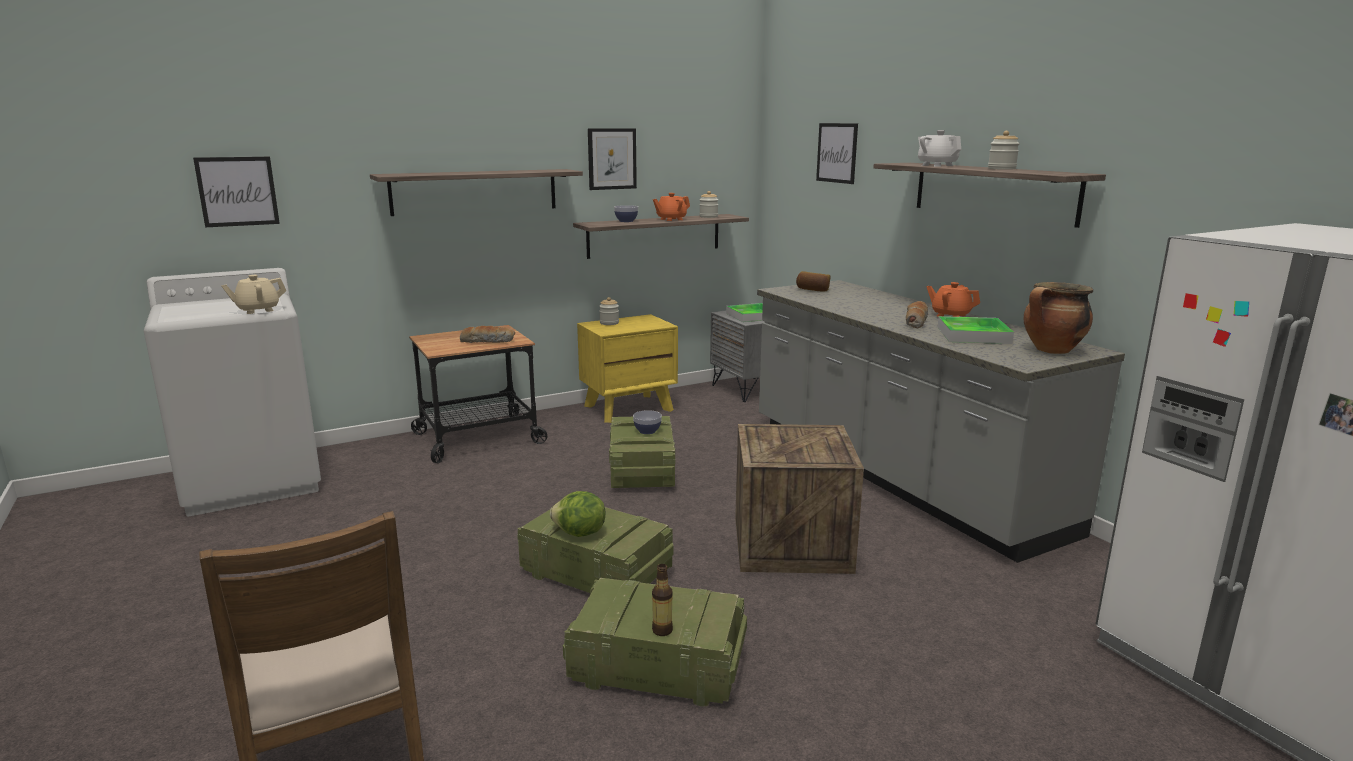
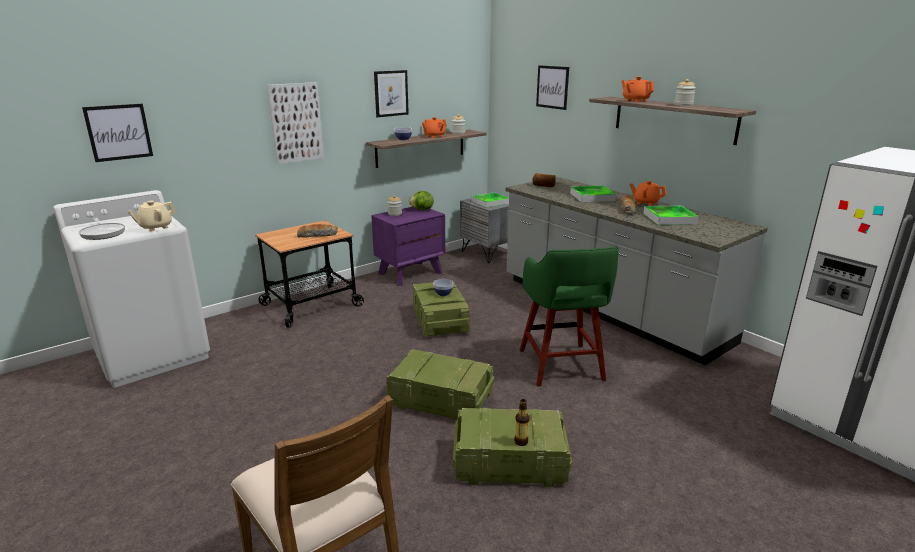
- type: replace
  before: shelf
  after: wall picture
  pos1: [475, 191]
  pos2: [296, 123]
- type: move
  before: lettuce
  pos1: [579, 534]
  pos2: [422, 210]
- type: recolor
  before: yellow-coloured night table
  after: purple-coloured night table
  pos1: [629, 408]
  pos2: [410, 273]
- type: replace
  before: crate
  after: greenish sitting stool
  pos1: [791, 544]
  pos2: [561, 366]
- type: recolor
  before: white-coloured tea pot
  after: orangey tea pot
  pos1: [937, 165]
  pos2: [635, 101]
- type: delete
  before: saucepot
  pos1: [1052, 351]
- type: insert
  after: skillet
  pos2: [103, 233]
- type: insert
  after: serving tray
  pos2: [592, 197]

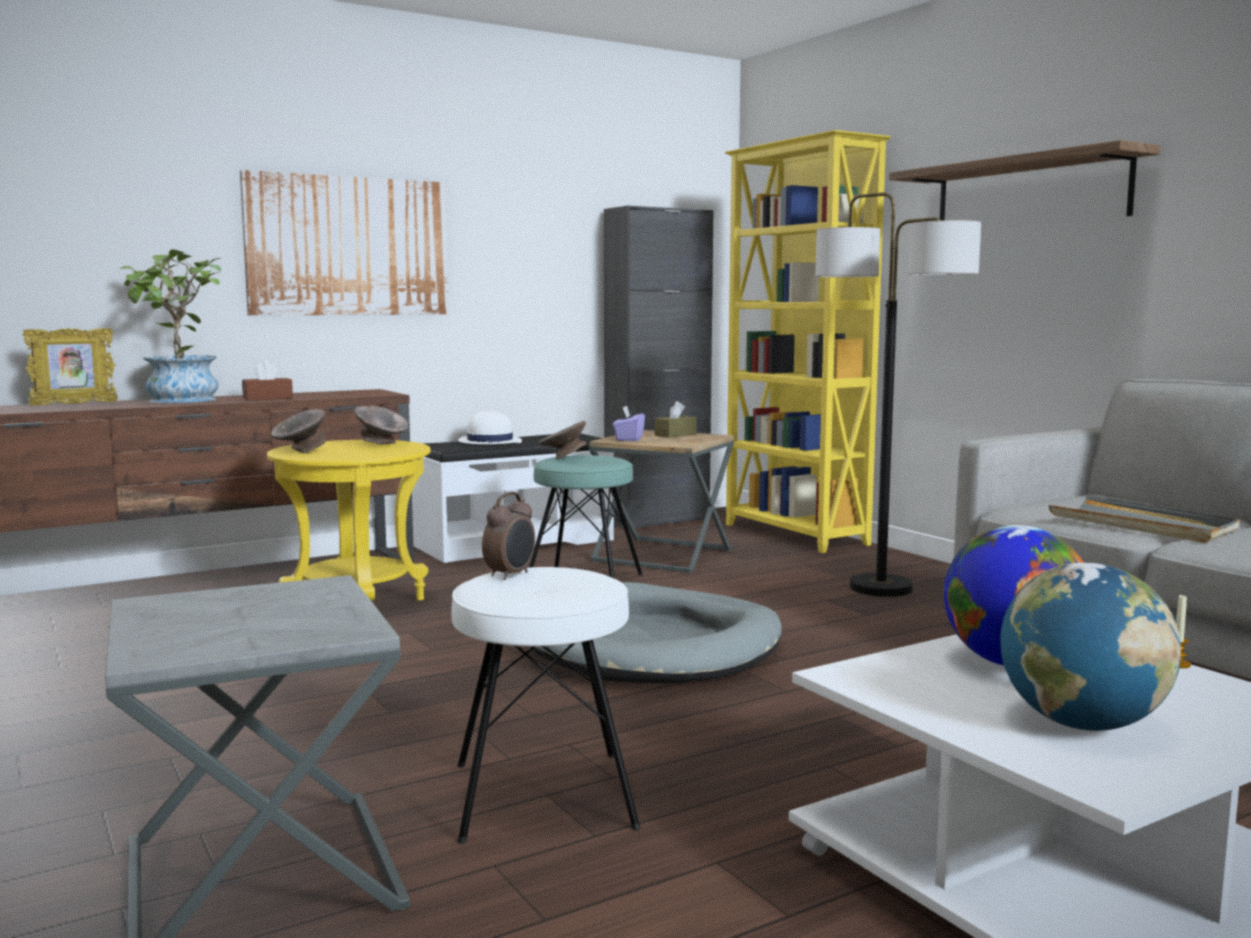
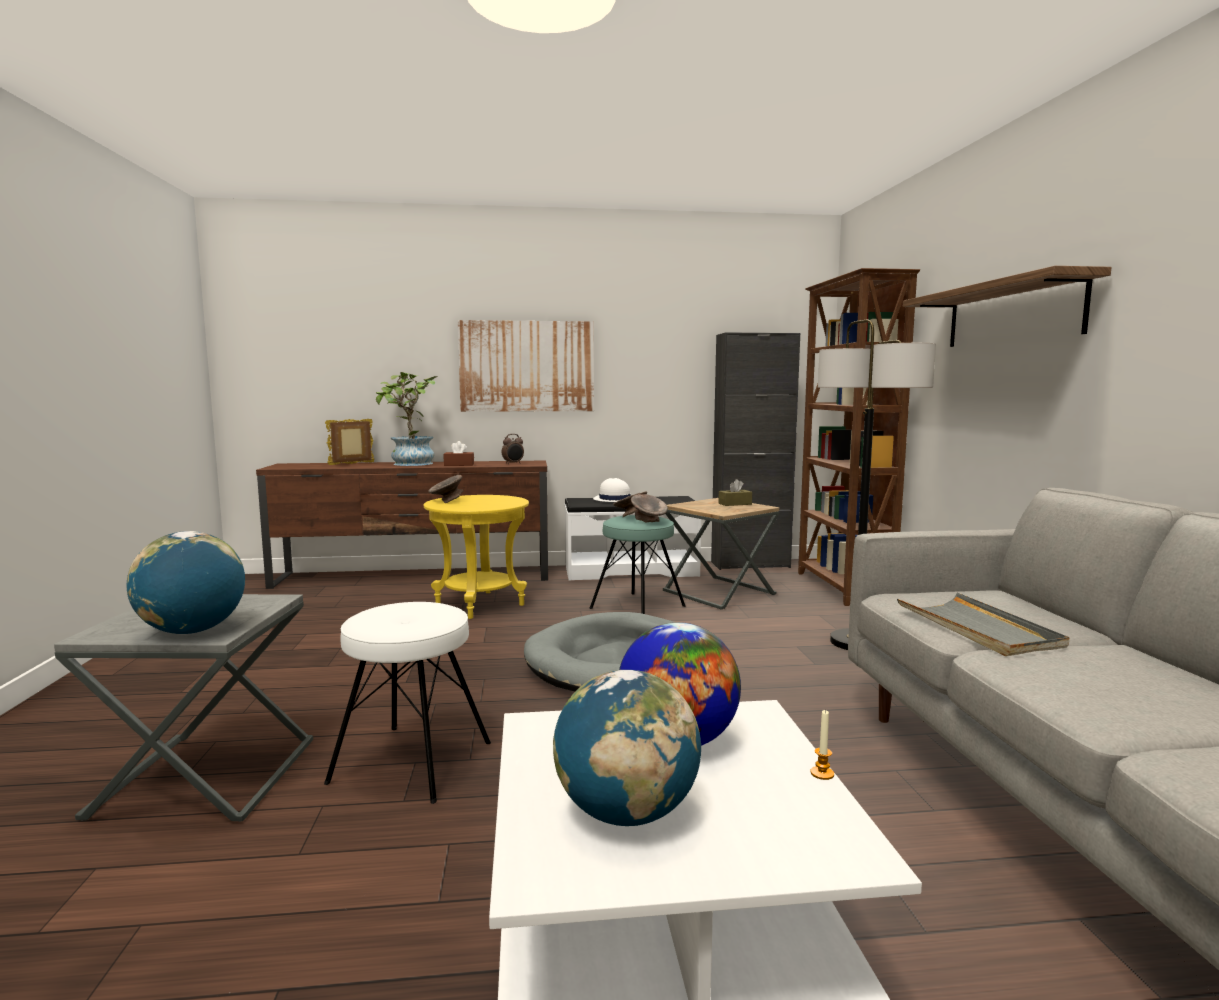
- type: rotate
  before: standing frame
  pos1: [74, 404]
  pos2: [352, 464]
  turn: 150
- type: move
  before: gray bowl
  pos1: [382, 445]
  pos2: [649, 522]
- type: move
  before: table clock
  pos1: [511, 575]
  pos2: [513, 463]
- type: delete
  before: purple-coloured box of tissues
  pos1: [628, 439]
- type: recolor
  before: yellow-coloured bookcase
  after: brown-coloured bookcase
  pos1: [795, 535]
  pos2: [842, 588]
- type: insert
  after: world globe
  pos2: [192, 631]

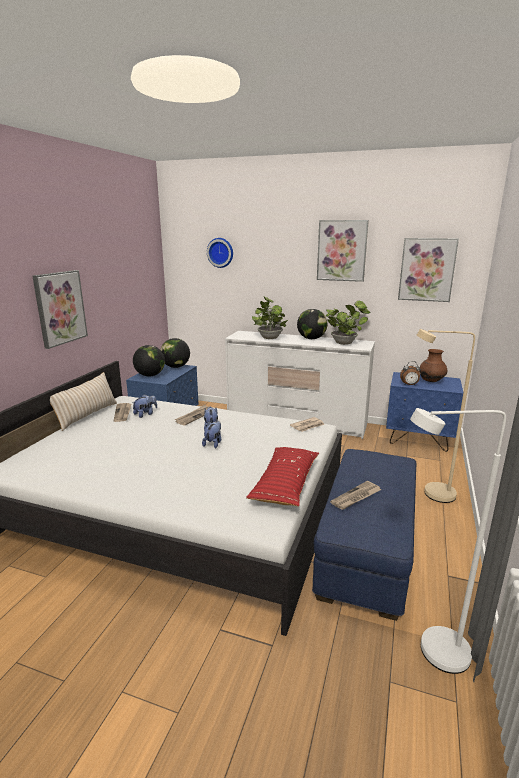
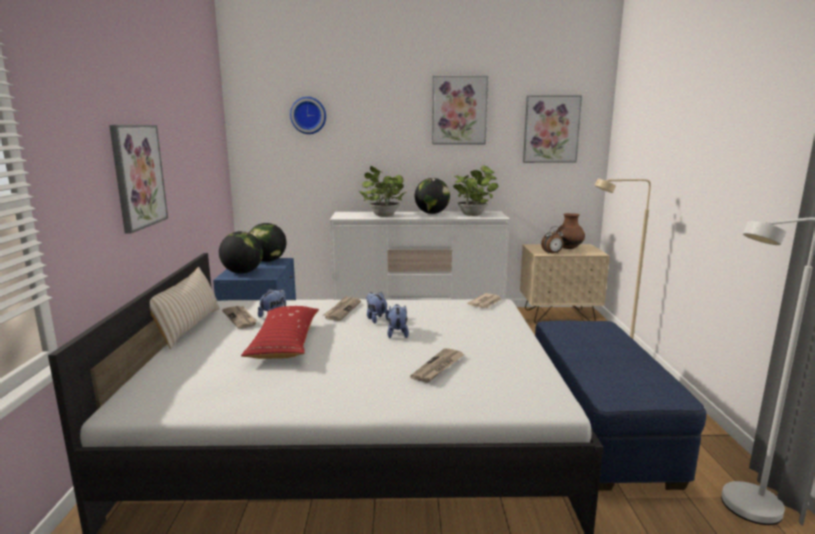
- type: move
  before: red throw pillow
  pos1: [285, 484]
  pos2: [285, 343]
- type: move
  before: printed paper
  pos1: [356, 497]
  pos2: [438, 367]
- type: recolor
  before: blue-coloured night table
  after: beige night table
  pos1: [418, 440]
  pos2: [559, 316]

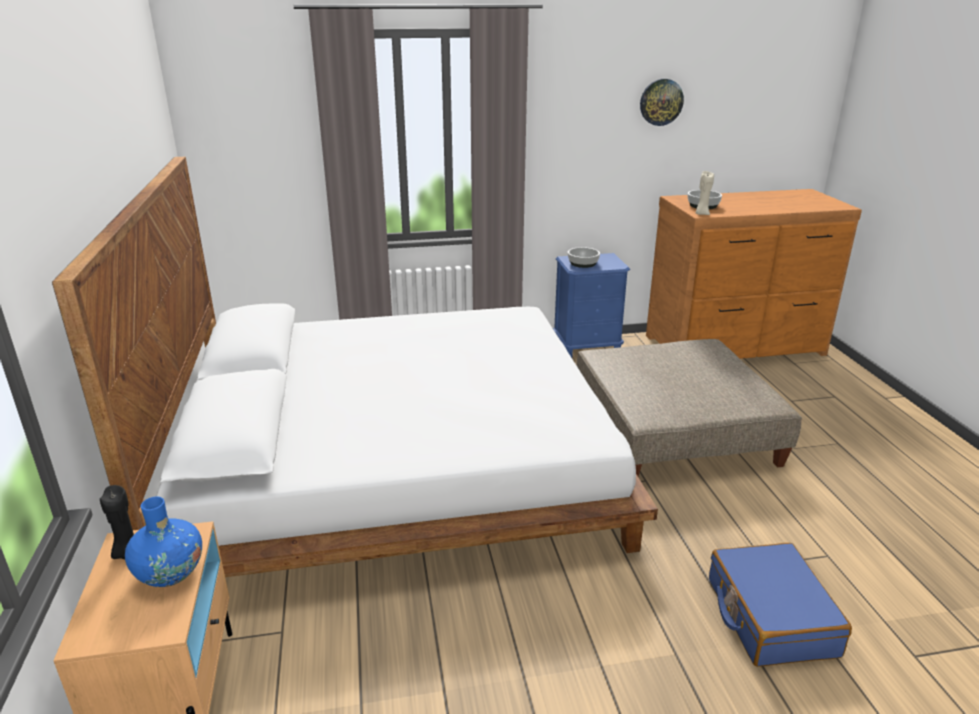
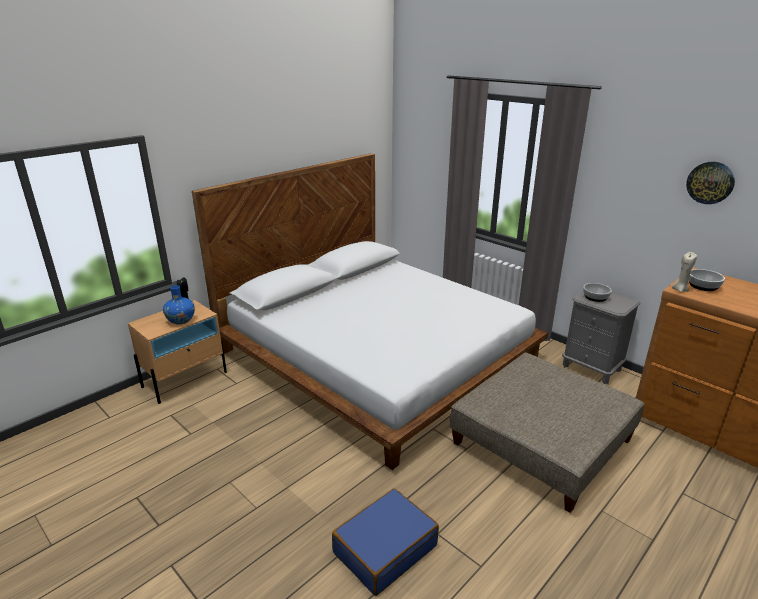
- type: recolor
  before: blue-coloured night table
  after: gray night table
  pos1: [587, 349]
  pos2: [591, 368]

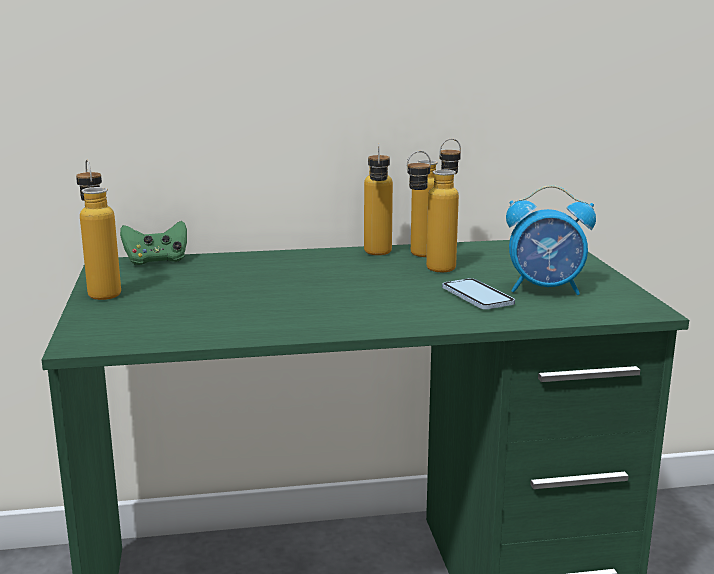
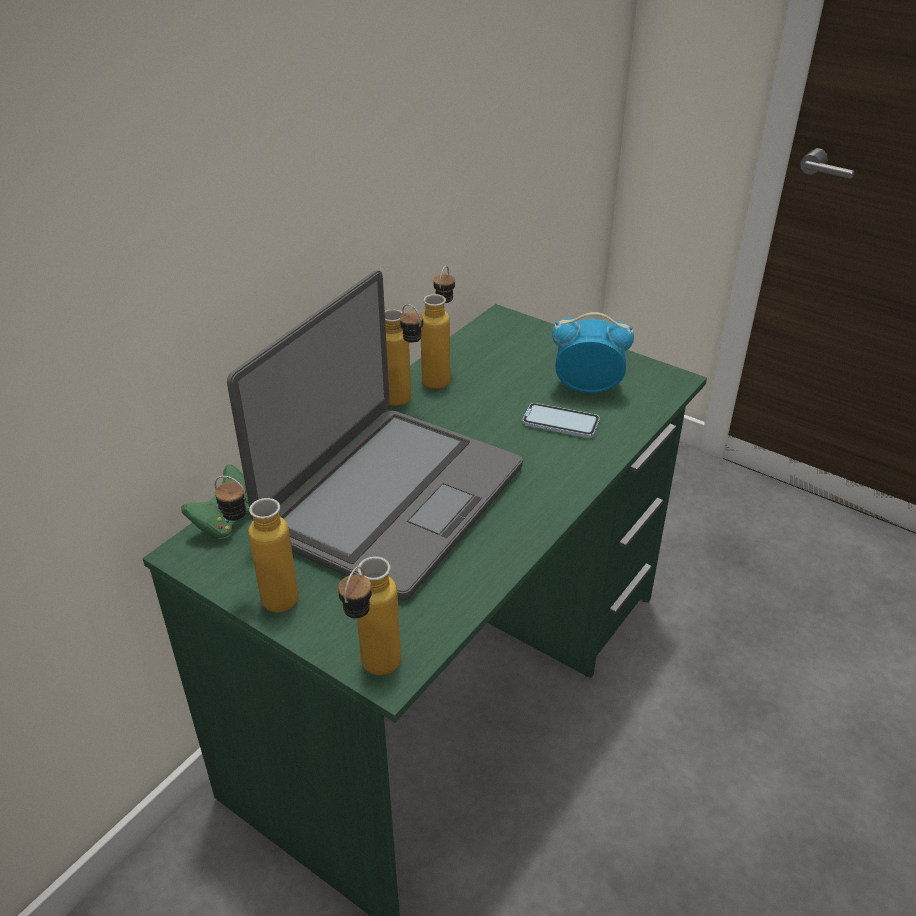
- type: move
  before: drink bottle
  pos1: [429, 270]
  pos2: [373, 674]
- type: rotate
  before: table clock
  pos1: [546, 289]
  pos2: [587, 387]
  turn: -135
- type: insert
  after: laptop
  pos2: [391, 499]

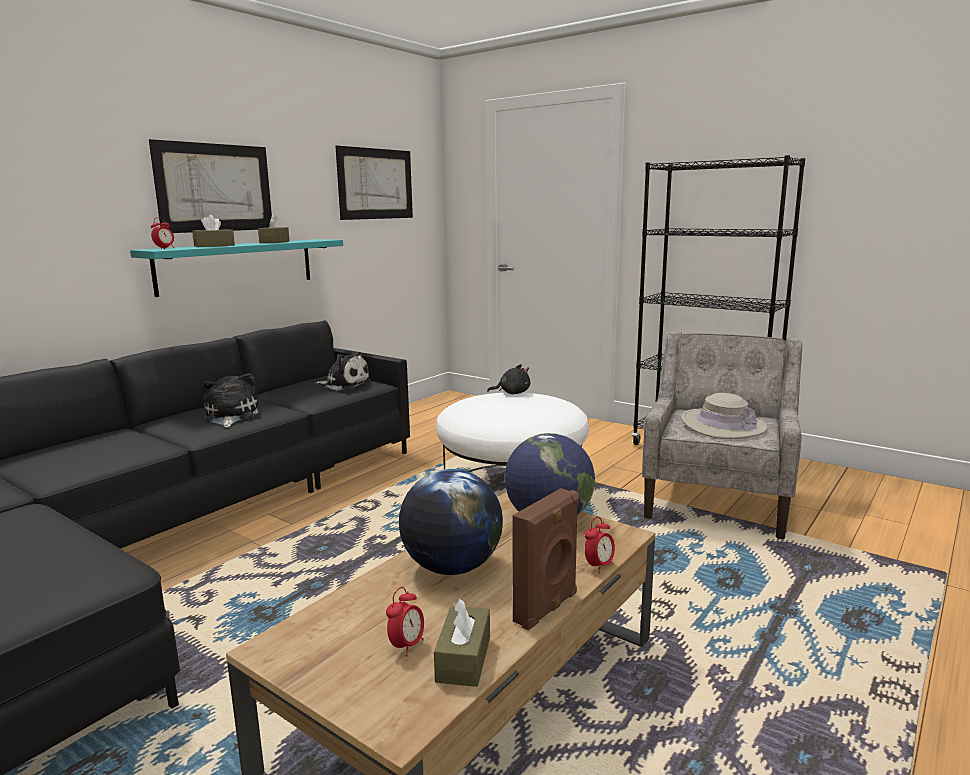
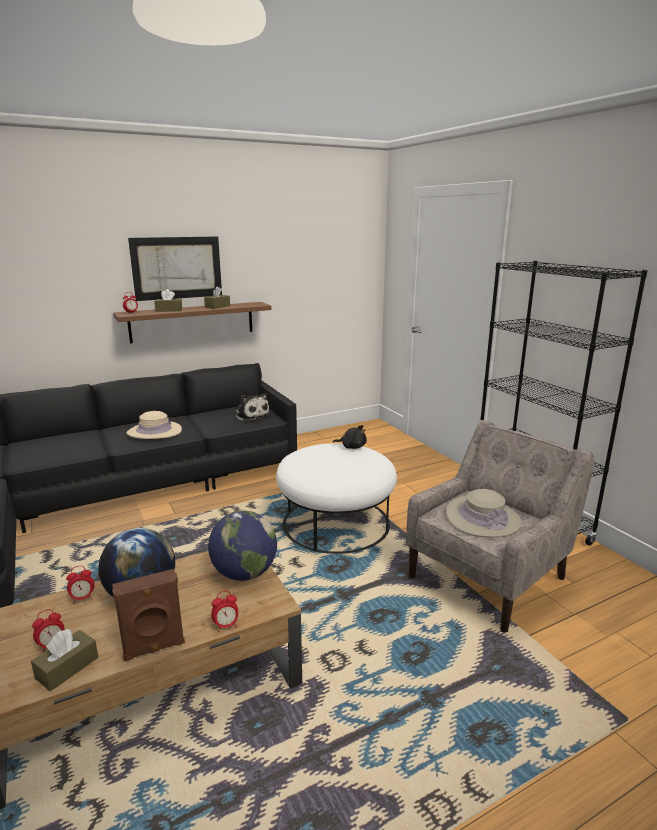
- type: recolor
  before: turquoise-coloured shelf
  after: brown-coloured shelf
  pos1: [237, 265]
  pos2: [192, 322]
- type: replace
  before: cuddly toy
  after: beige hat
  pos1: [230, 416]
  pos2: [154, 432]
- type: delete
  before: wall picture
  pos1: [376, 184]
- type: insert
  after: table clock
  pos2: [83, 598]

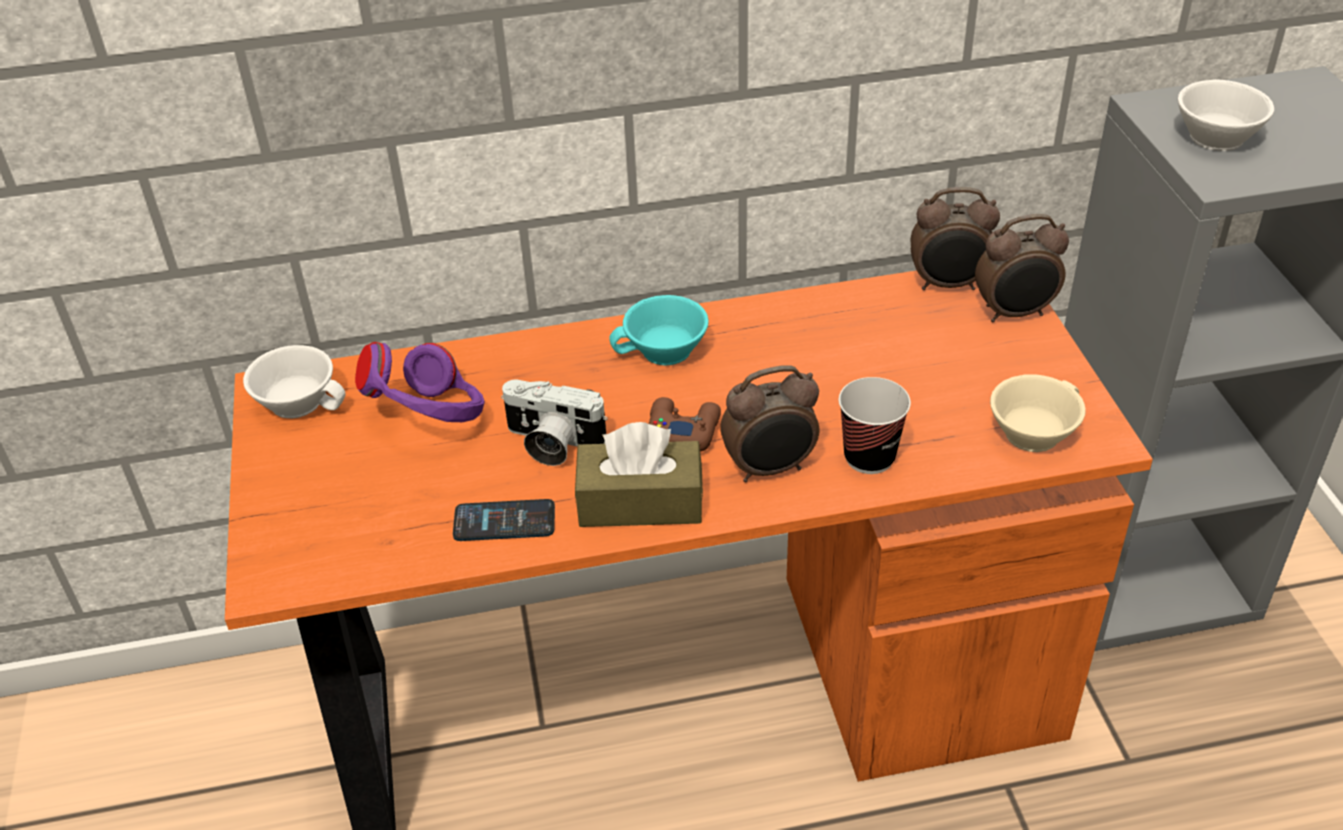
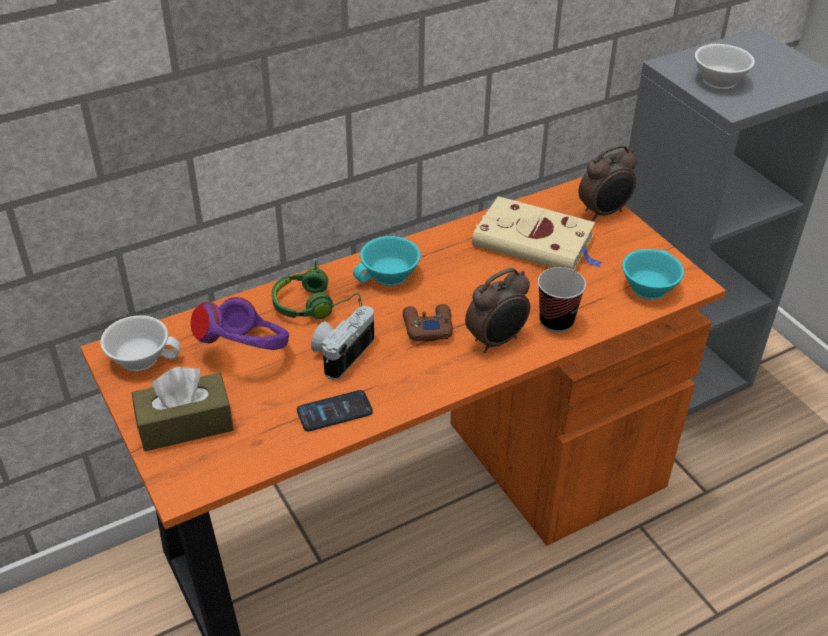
- type: rotate
  before: still camera
  pos1: [551, 443]
  pos2: [341, 352]
  turn: 120
- type: move
  before: brown-coloured box of tissues
  pos1: [640, 502]
  pos2: [185, 424]
- type: delete
  before: table clock
  pos1: [948, 285]
- type: recolor
  before: beige drinking cup
  after: turquoise-coloured drinking cup
  pos1: [1031, 430]
  pos2: [647, 285]
- type: insert
  after: greenish headphones
  pos2: [316, 305]
- type: insert
  after: beige volume
  pos2: [536, 242]

